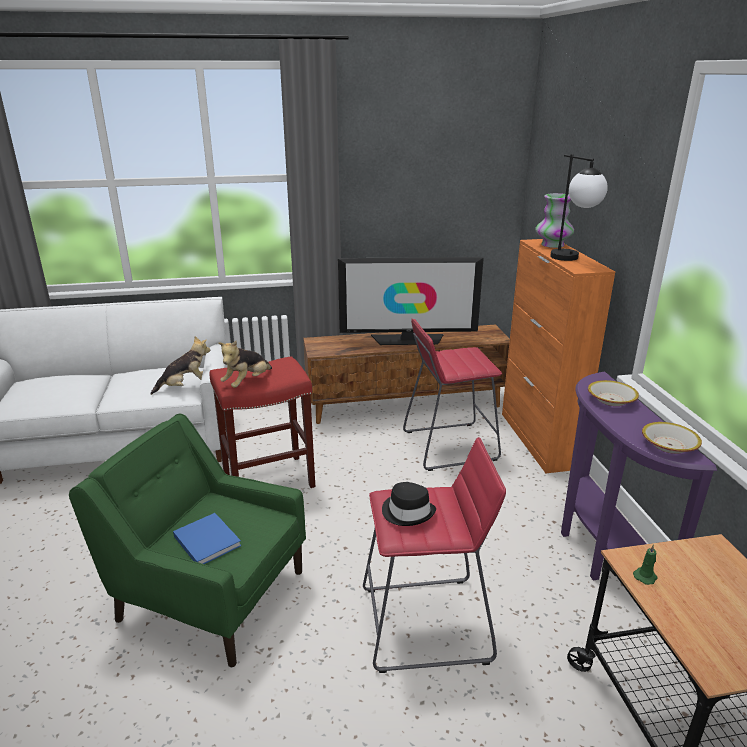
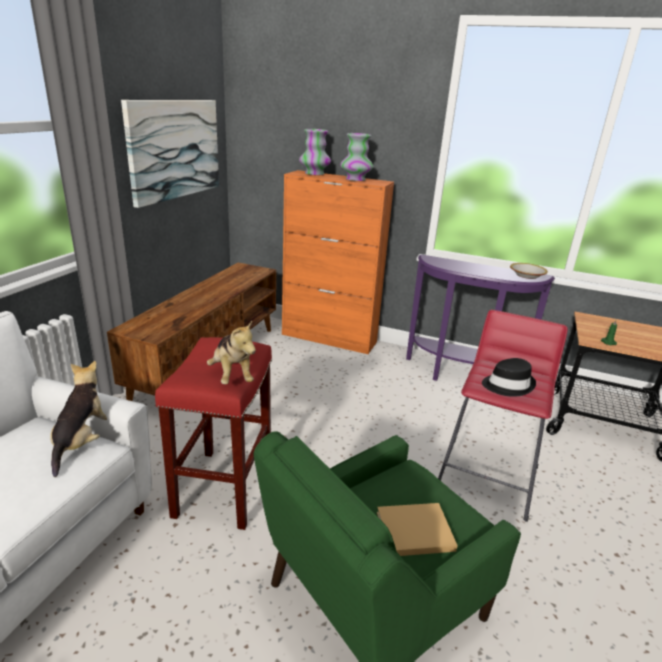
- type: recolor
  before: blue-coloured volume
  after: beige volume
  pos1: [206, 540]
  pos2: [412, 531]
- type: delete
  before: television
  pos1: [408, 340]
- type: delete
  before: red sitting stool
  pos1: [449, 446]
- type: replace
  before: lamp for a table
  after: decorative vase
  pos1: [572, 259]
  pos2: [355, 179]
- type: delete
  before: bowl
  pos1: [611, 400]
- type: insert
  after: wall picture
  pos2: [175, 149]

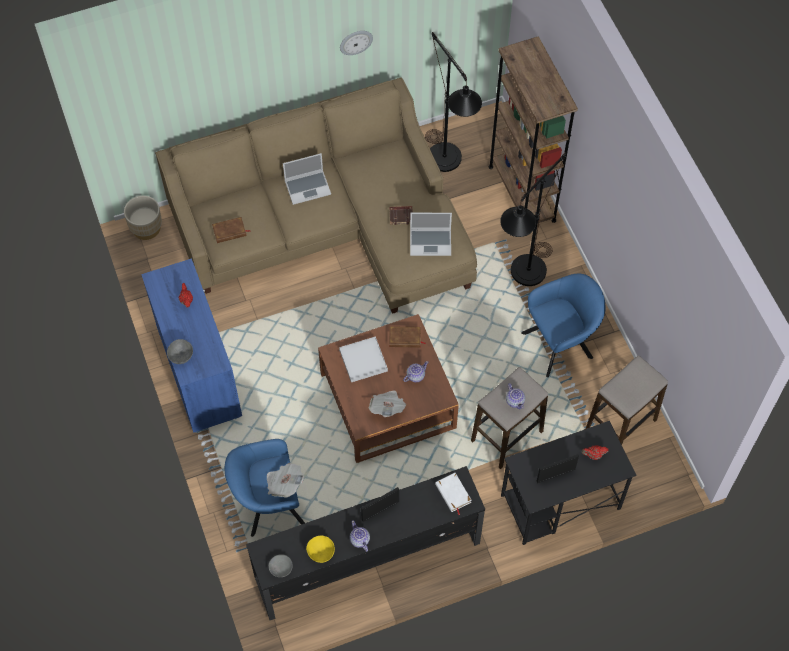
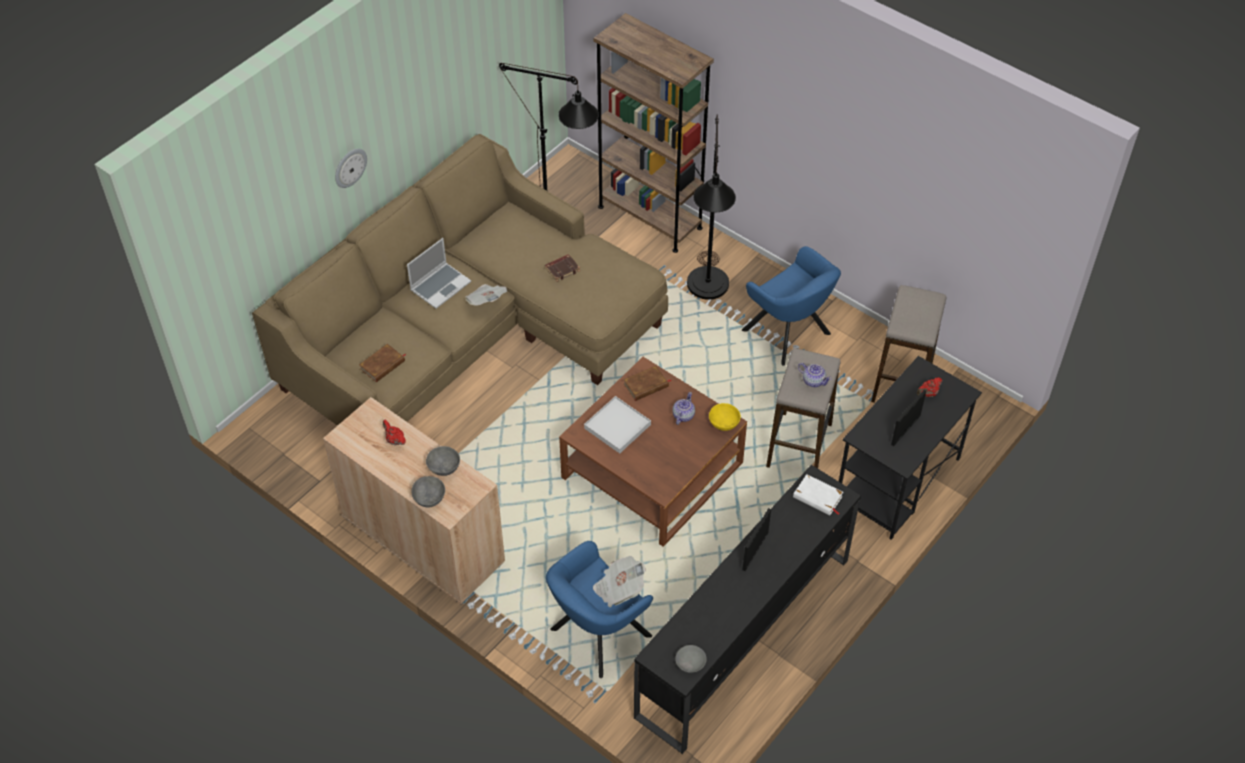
- type: delete
  before: beige plant pot
  pos1: [146, 228]
- type: recolor
  before: blue-coloured cupboard
  after: beige cupboard
  pos1: [199, 371]
  pos2: [423, 539]
- type: move
  before: yellow-coloured bowl
  pos1: [320, 552]
  pos2: [723, 423]
- type: move
  before: hanging clock
  pos1: [356, 42]
  pos2: [350, 167]
- type: delete
  before: tea pot
  pos1: [359, 540]
- type: move
  before: printed paper
  pos1: [387, 407]
  pos2: [486, 301]
- type: delete
  before: laptop
  pos1: [431, 242]
- type: rotate
  before: blue-coloured easy chair
  pos1: [561, 343]
  pos2: [789, 335]
  turn: 105
- type: insert
  after: gray bowl
  pos2: [443, 468]

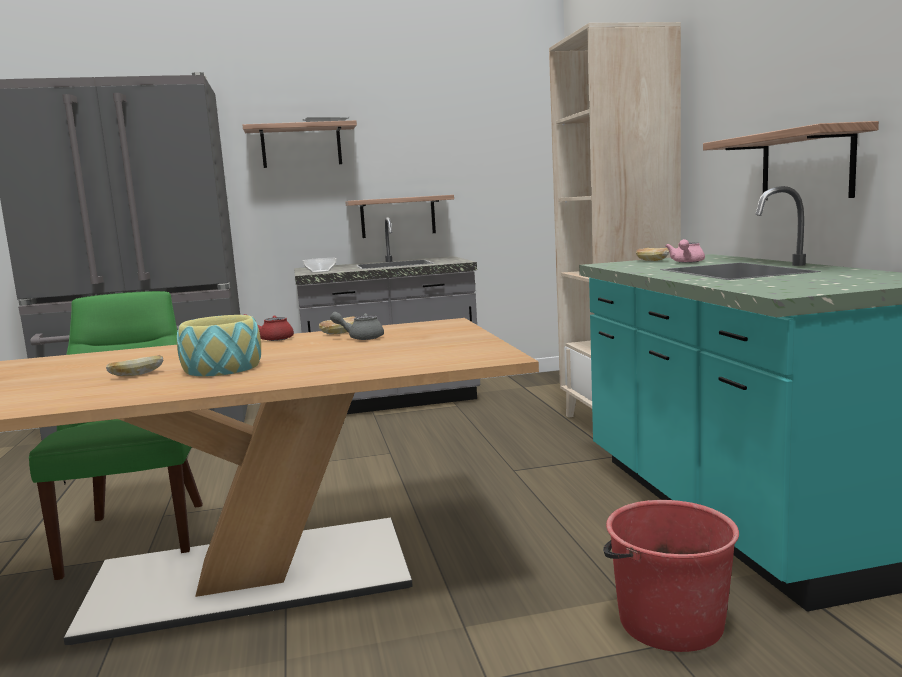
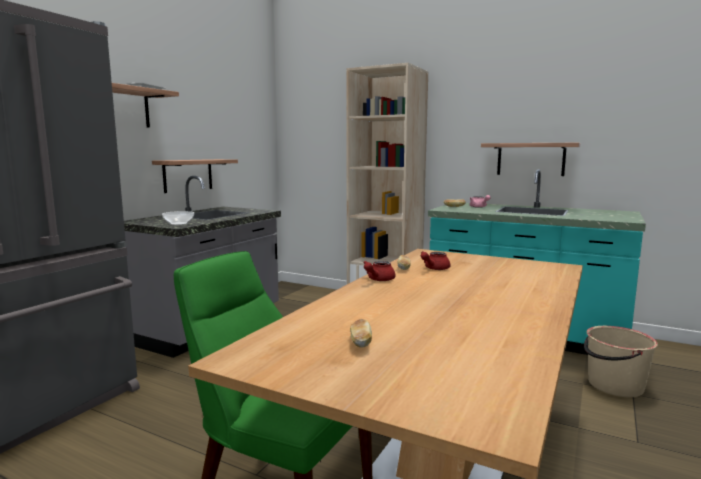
- type: move
  before: baked bread
  pos1: [136, 375]
  pos2: [360, 343]
- type: delete
  before: bowl
  pos1: [223, 368]
- type: recolor
  before: gray tea pot
  after: red tea pot
  pos1: [361, 338]
  pos2: [434, 268]
- type: recolor
  before: red water bucket
  after: beige water bucket
  pos1: [669, 622]
  pos2: [614, 385]

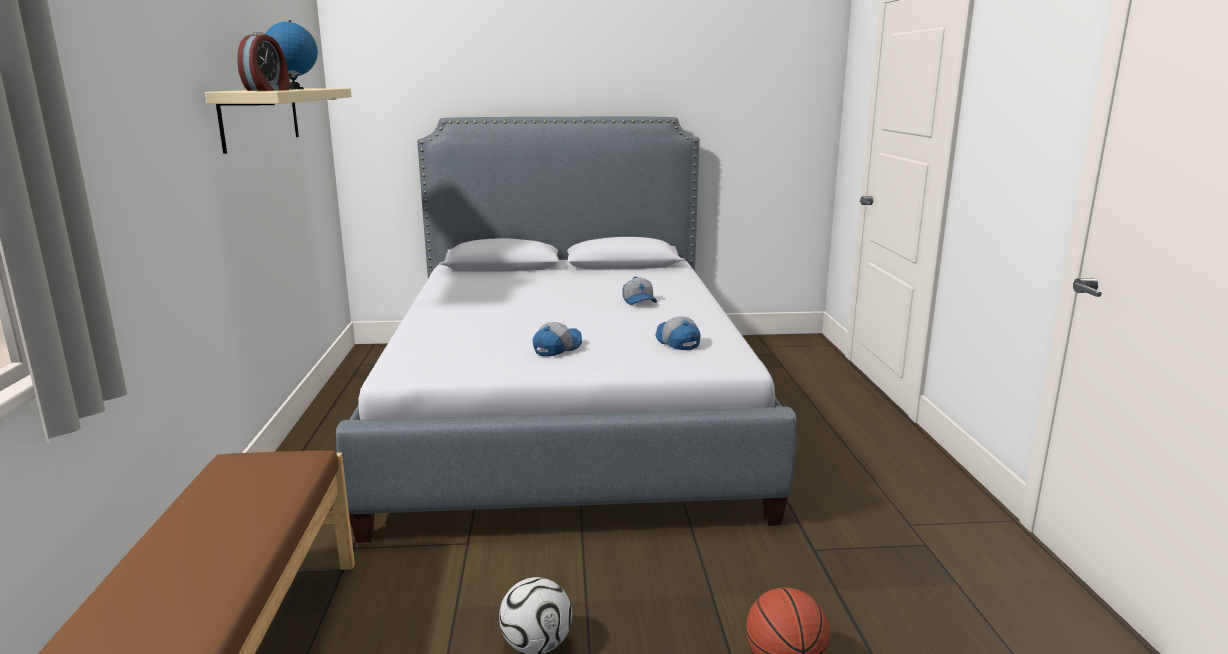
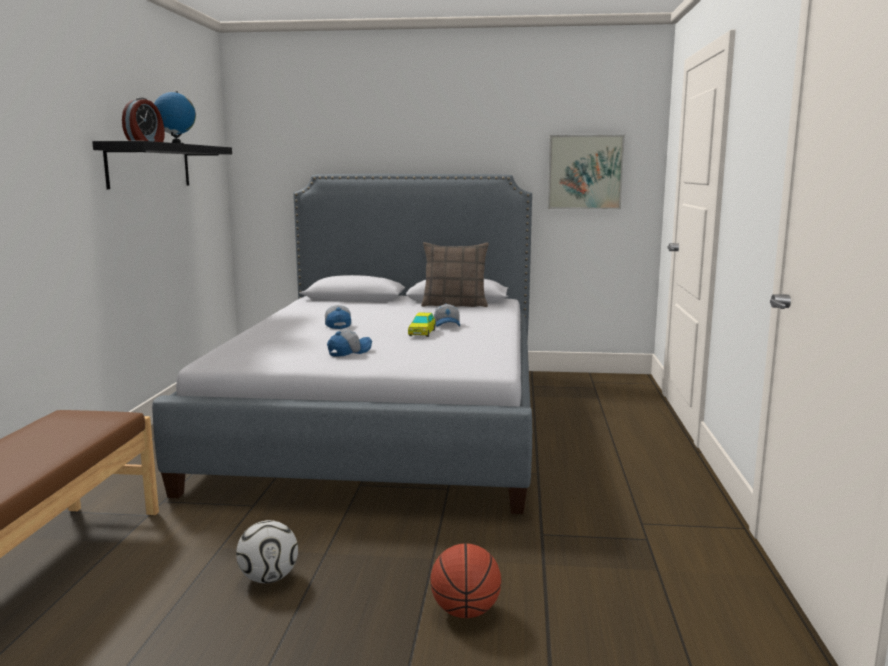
- type: recolor
  before: beige shelf
  after: black-coloured shelf
  pos1: [261, 117]
  pos2: [150, 166]
- type: move
  before: baseball cap
  pos1: [676, 342]
  pos2: [337, 325]
- type: insert
  after: toy car
  pos2: [422, 333]
- type: insert
  after: throw pillow
  pos2: [454, 305]
- type: insert
  after: wall picture
  pos2: [585, 172]

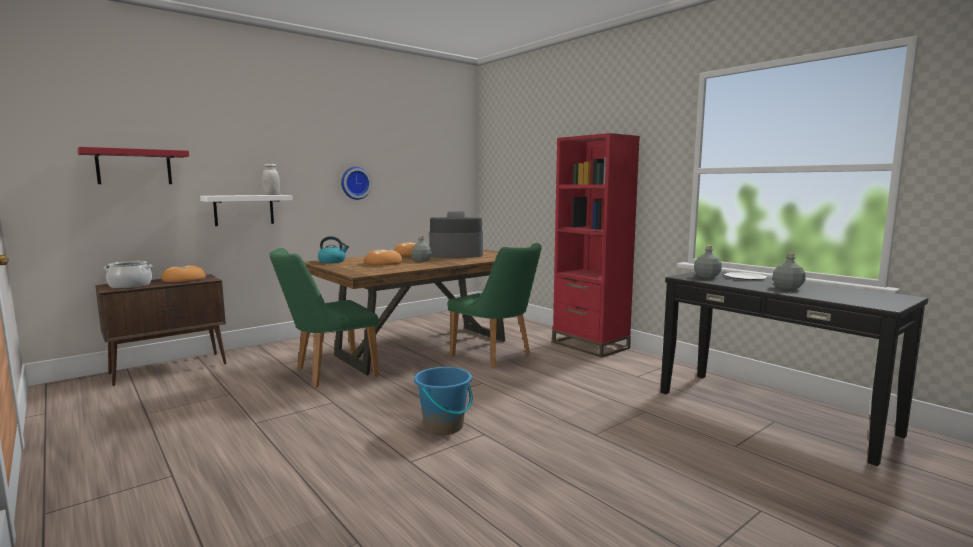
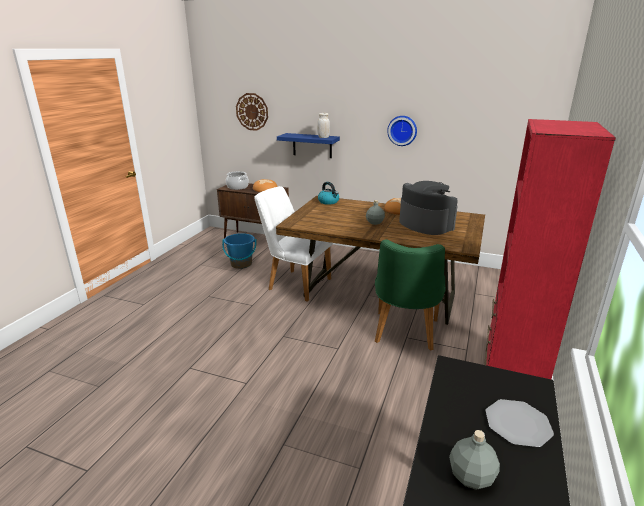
- type: replace
  before: red shelf
  after: hanging clock
  pos1: [134, 167]
  pos2: [252, 111]
- type: recolor
  before: white-coloured shelf
  after: blue-coloured shelf
  pos1: [244, 210]
  pos2: [312, 145]
- type: recolor
  before: greenish plain chair
  after: white-coloured plain chair
  pos1: [328, 373]
  pos2: [294, 283]
- type: delete
  before: baked bread
  pos1: [384, 263]
- type: move
  before: blue-coloured water bucket
  pos1: [444, 426]
  pos2: [241, 264]
- type: delete
  before: gray drink bottle
  pos1: [707, 277]

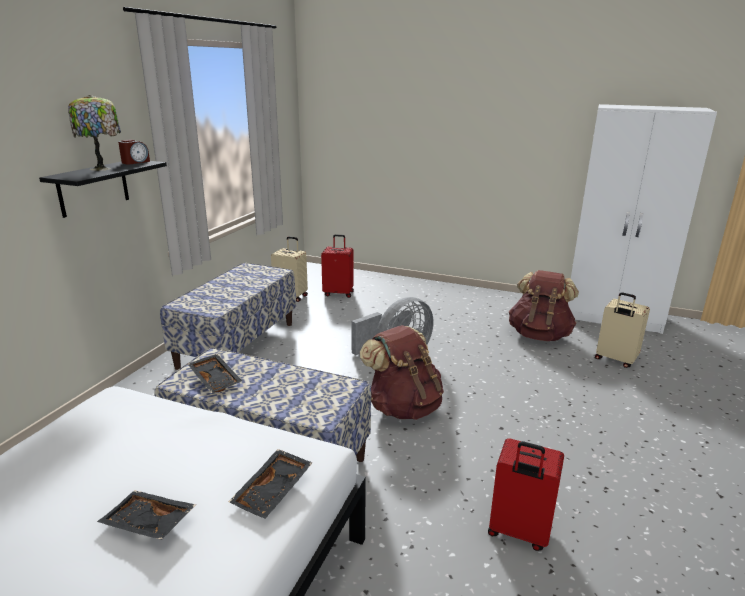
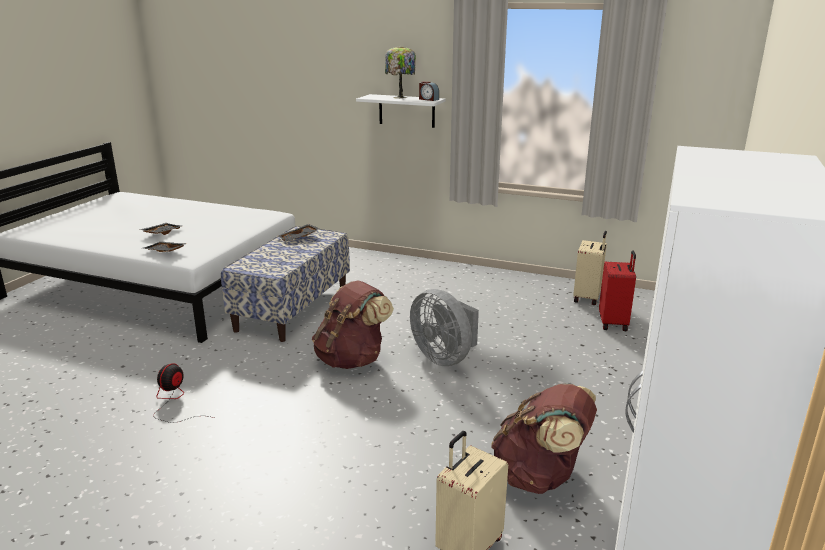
- type: recolor
  before: black-coloured shelf
  after: white-coloured shelf
  pos1: [93, 188]
  pos2: [406, 111]
- type: delete
  before: indoor bench
  pos1: [237, 344]
- type: replace
  before: red travel case
  after: fan
  pos1: [518, 532]
  pos2: [174, 401]

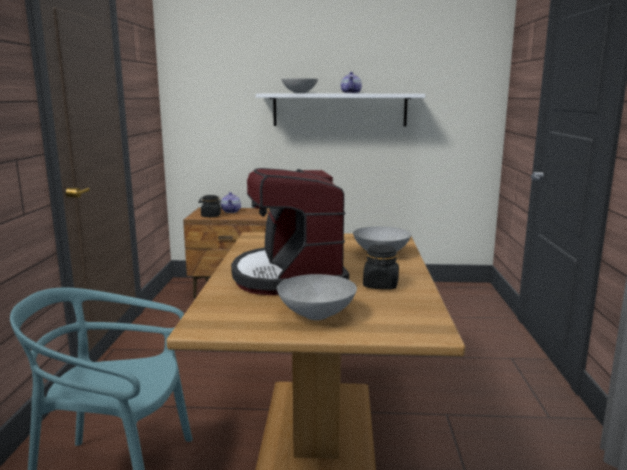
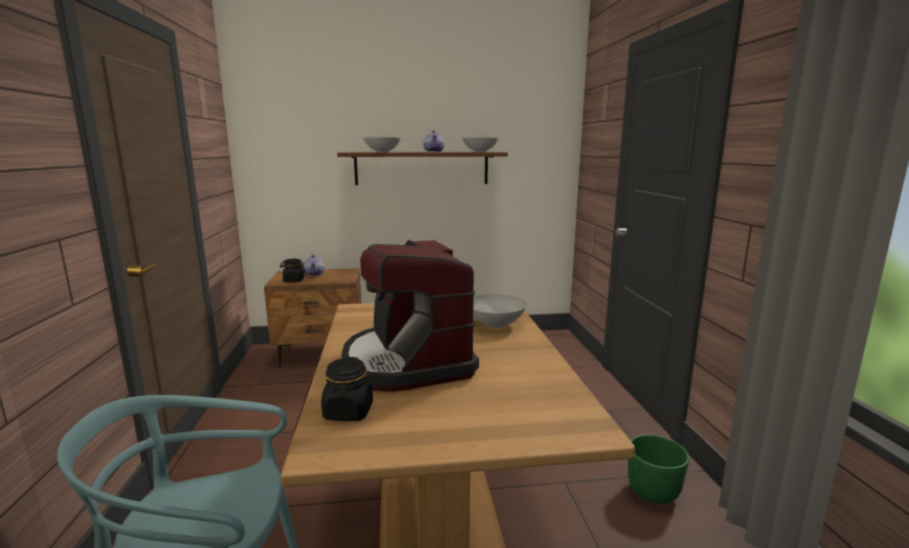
- type: recolor
  before: white-coloured shelf
  after: brown-coloured shelf
  pos1: [339, 109]
  pos2: [422, 168]
- type: move
  before: gray bowl
  pos1: [318, 315]
  pos2: [480, 151]
- type: move
  before: black-coloured storage jar
  pos1: [380, 285]
  pos2: [348, 412]
- type: insert
  after: greenish plant pot
  pos2: [652, 493]

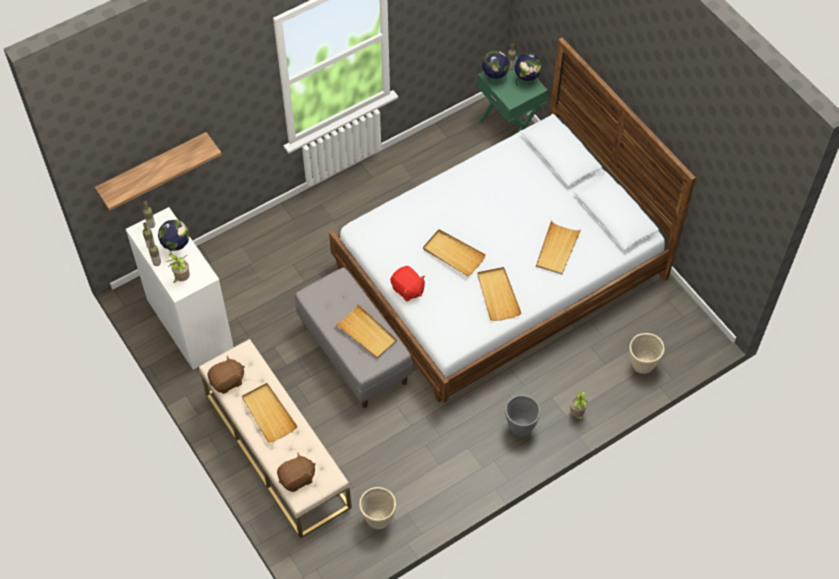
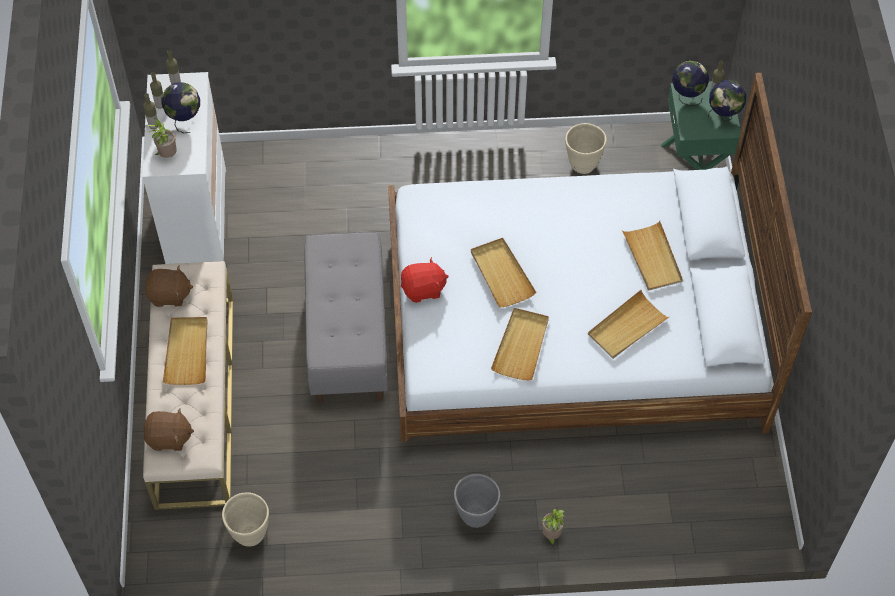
- type: delete
  before: shelf
  pos1: [153, 168]
- type: move
  before: beige serving tray
  pos1: [366, 333]
  pos2: [652, 258]
- type: rotate
  before: red cuddly toy
  pos1: [407, 289]
  pos2: [423, 289]
  turn: -90
- type: move
  before: beige plant pot
  pos1: [642, 365]
  pos2: [582, 165]

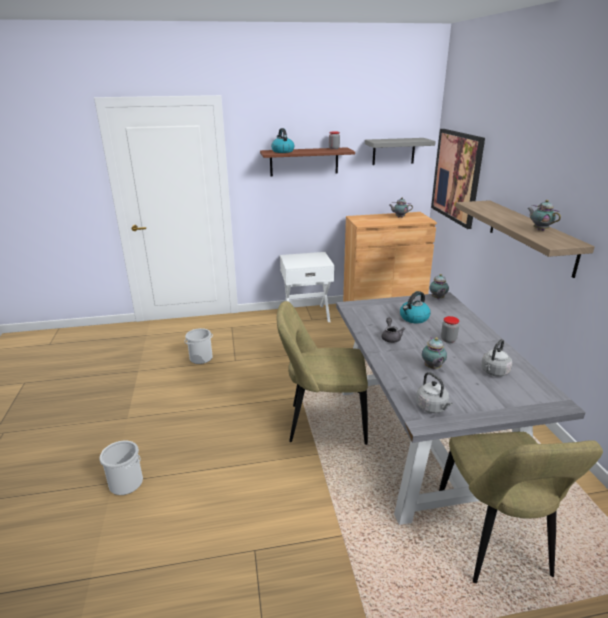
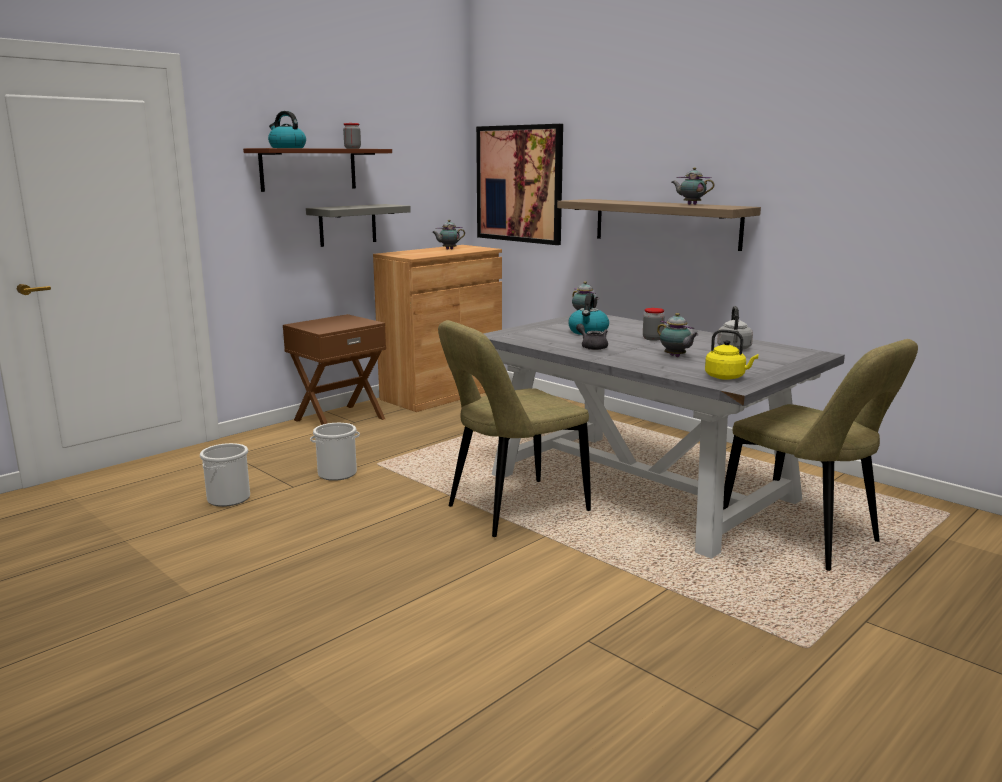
- type: move
  before: water bucket
  pos1: [125, 483]
  pos2: [337, 474]
- type: recolor
  before: white-coloured night table
  after: brown-coloured night table
  pos1: [306, 315]
  pos2: [339, 419]
- type: move
  before: gray shelf
  pos1: [393, 151]
  pos2: [347, 225]
- type: recolor
  before: gray tea kettle
  after: yellow-coloured tea kettle
  pos1: [432, 408]
  pos2: [727, 377]

